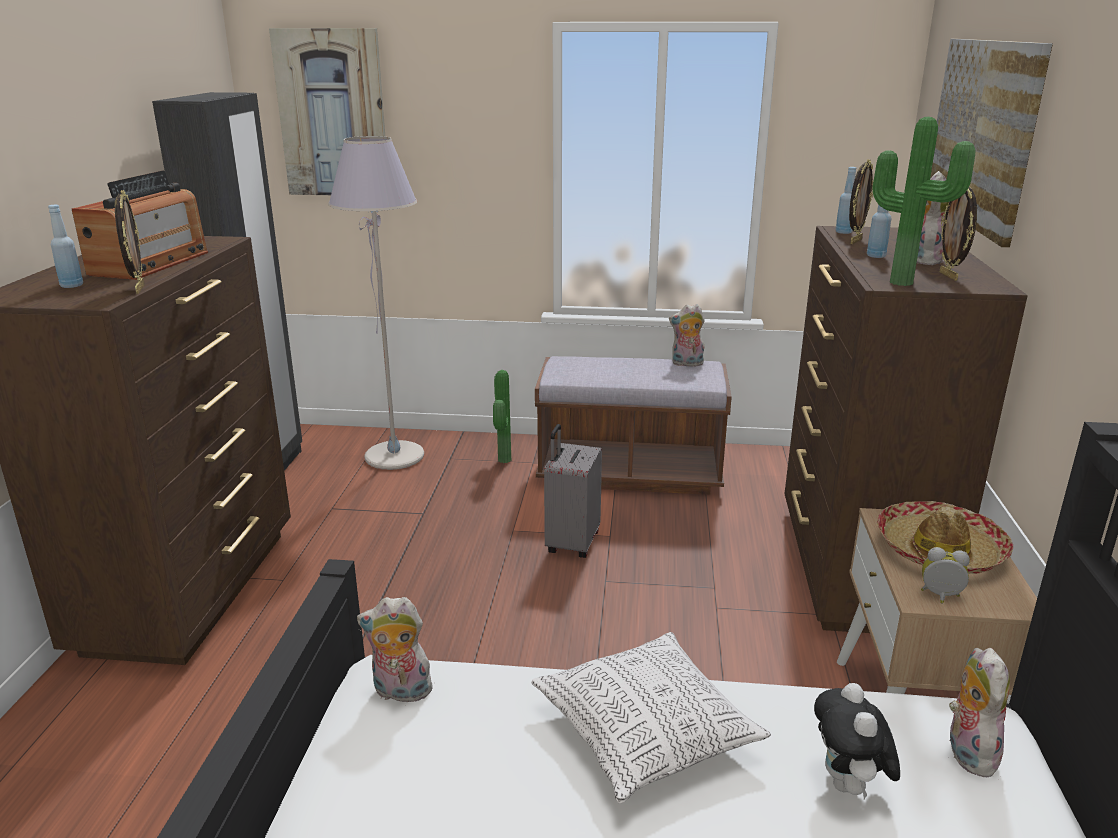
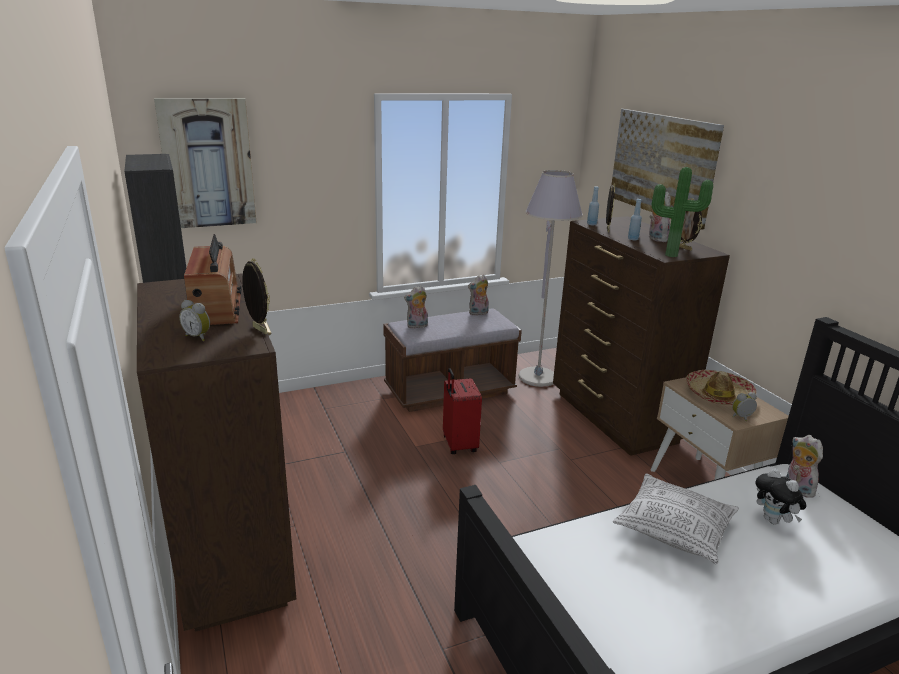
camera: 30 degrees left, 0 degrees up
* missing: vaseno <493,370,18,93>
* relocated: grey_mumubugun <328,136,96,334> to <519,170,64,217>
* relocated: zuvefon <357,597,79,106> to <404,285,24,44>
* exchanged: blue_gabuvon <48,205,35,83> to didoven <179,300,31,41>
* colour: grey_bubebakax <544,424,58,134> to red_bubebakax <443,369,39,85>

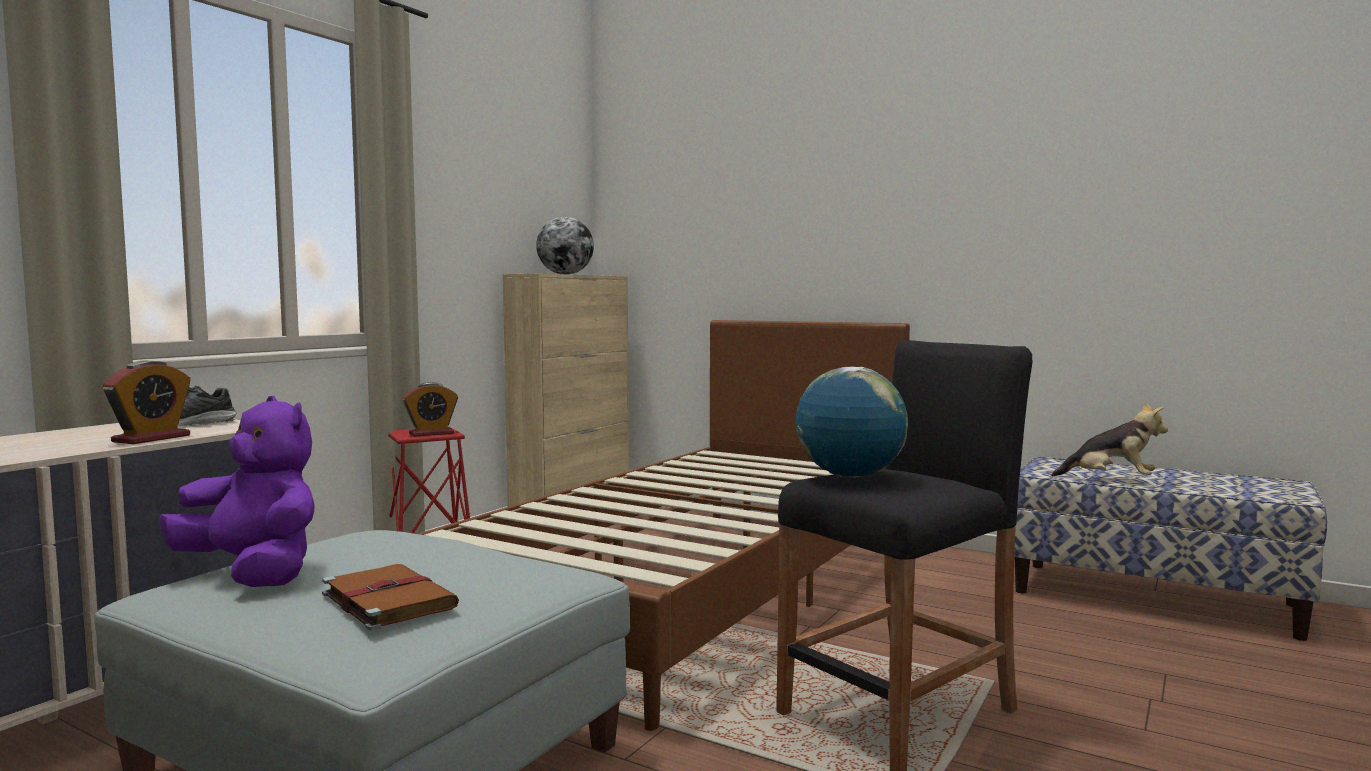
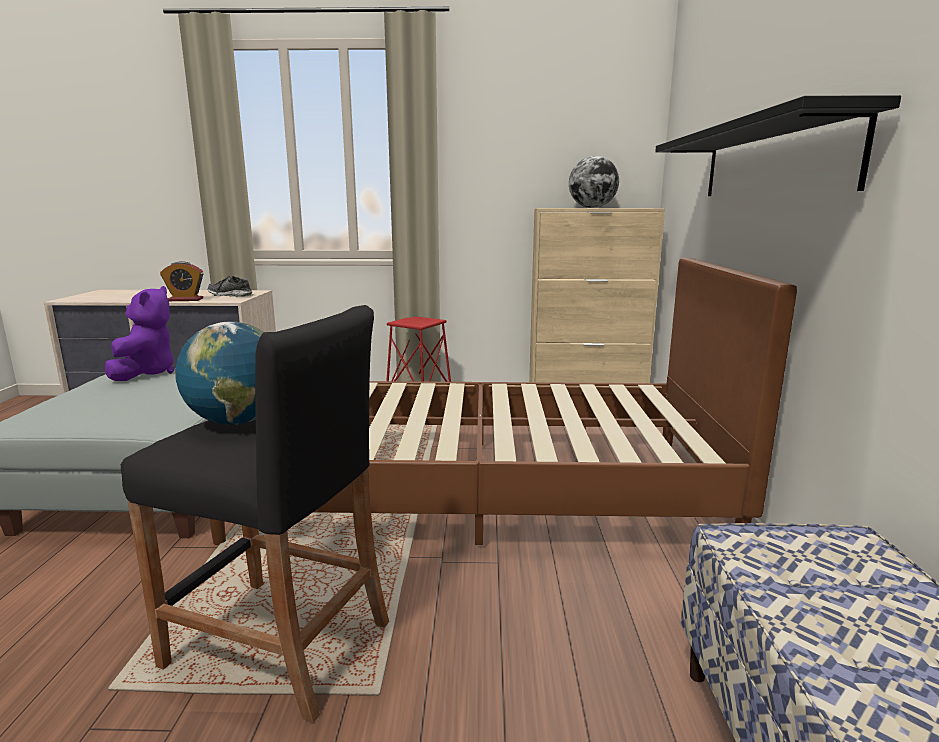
camera: 60 degrees right, 10 degrees up
* missing: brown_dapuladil <322,564,137,67>
* missing: didoven <402,382,56,55>
* missing: zuvefon <1051,402,117,74>
* appeared: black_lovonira <655,95,246,101>

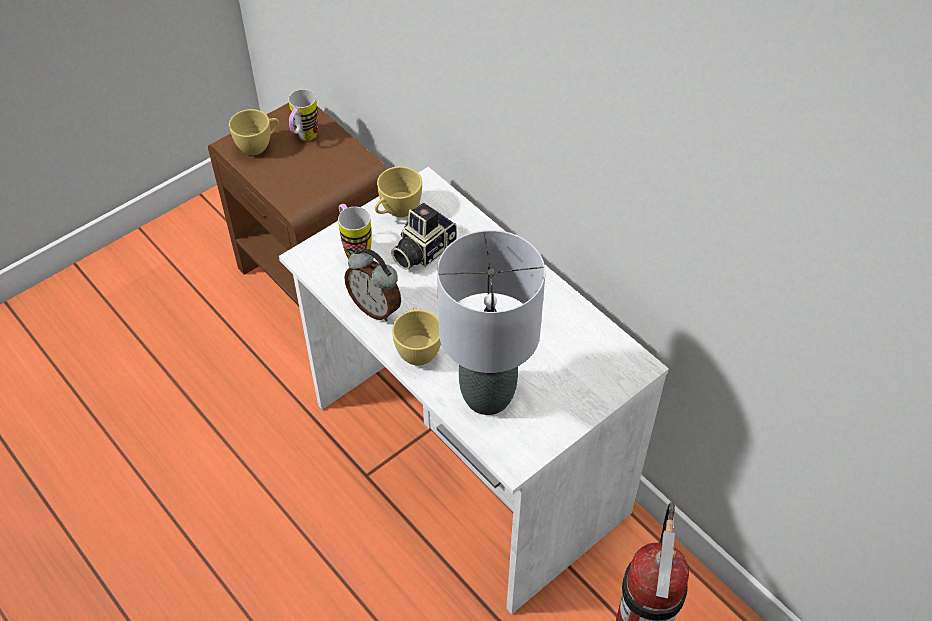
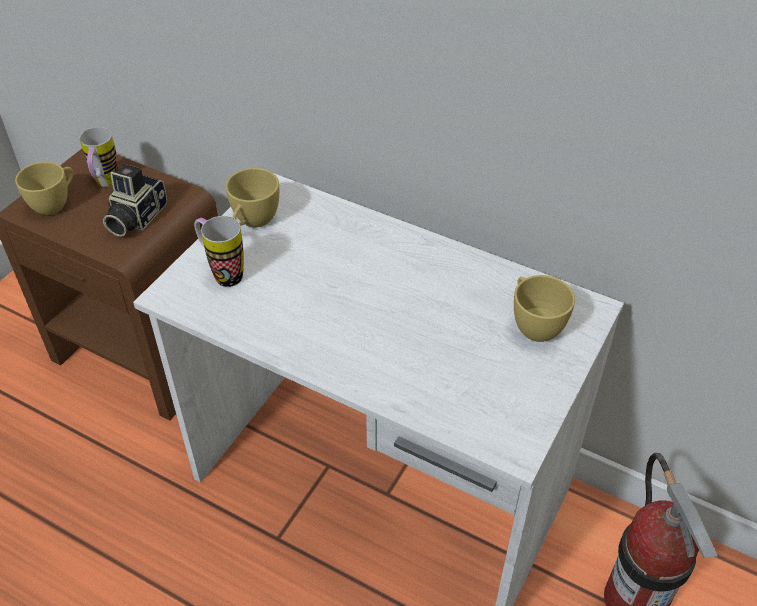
camera: 20 degrees left, 5 degrees down
* missing: didoven <344,249,57,72>
* missing: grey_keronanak <437,230,109,185>
* relocated: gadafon <391,203,66,67> to <103,164,64,73>
* relocated: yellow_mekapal <392,307,49,58> to <514,275,61,67>

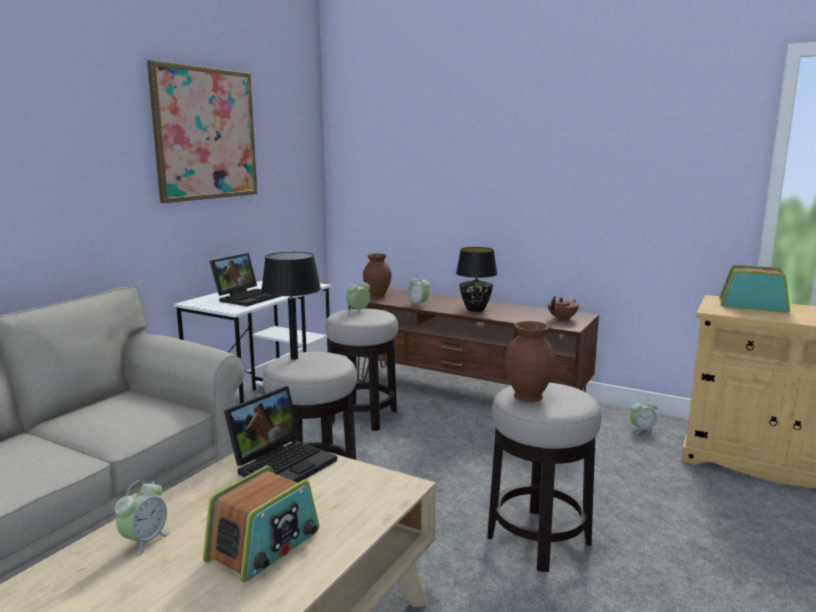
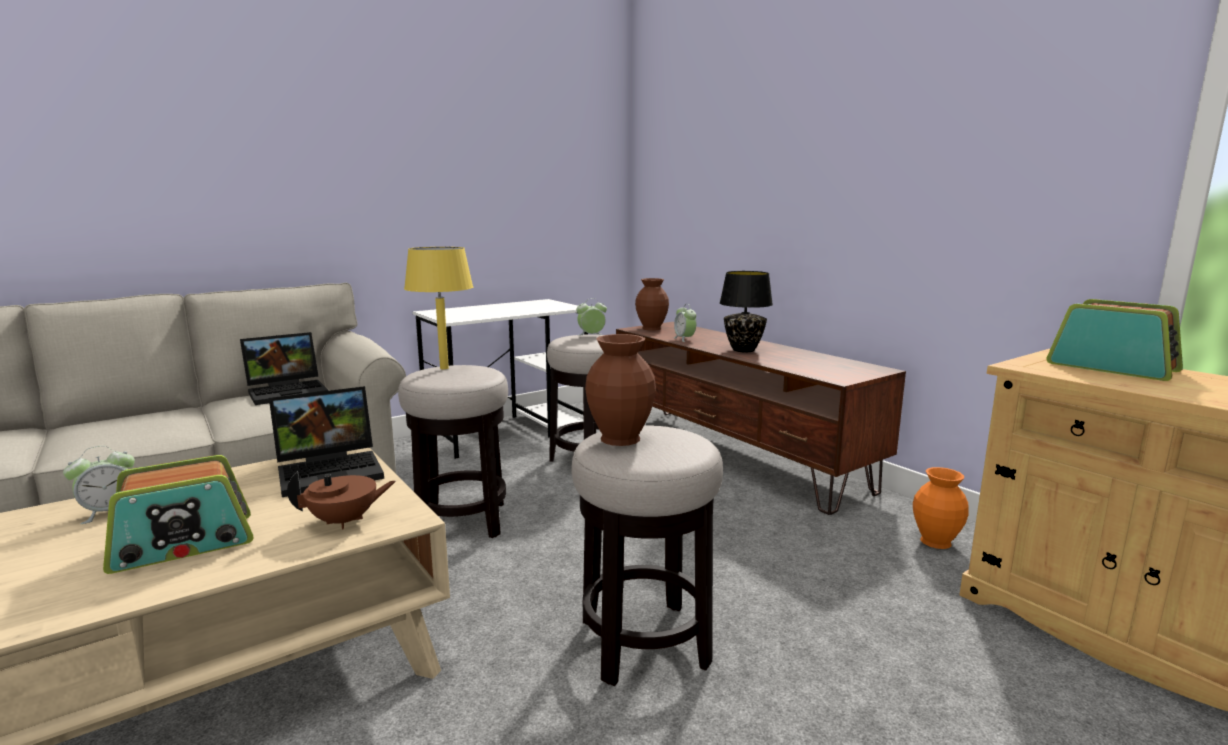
camera: 25 degrees right, 0 degrees up
* missing: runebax <147,60,110,143>
* relocated: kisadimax <210,253,71,53> to <240,332,88,73>
* relocated: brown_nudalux <548,296,31,25> to <287,471,109,59>
* exchanged: didoven <630,398,27,36> to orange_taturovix <913,467,56,82>
* colour: black_keronanak <261,252,60,108> to yellow_keronanak <404,247,69,122>

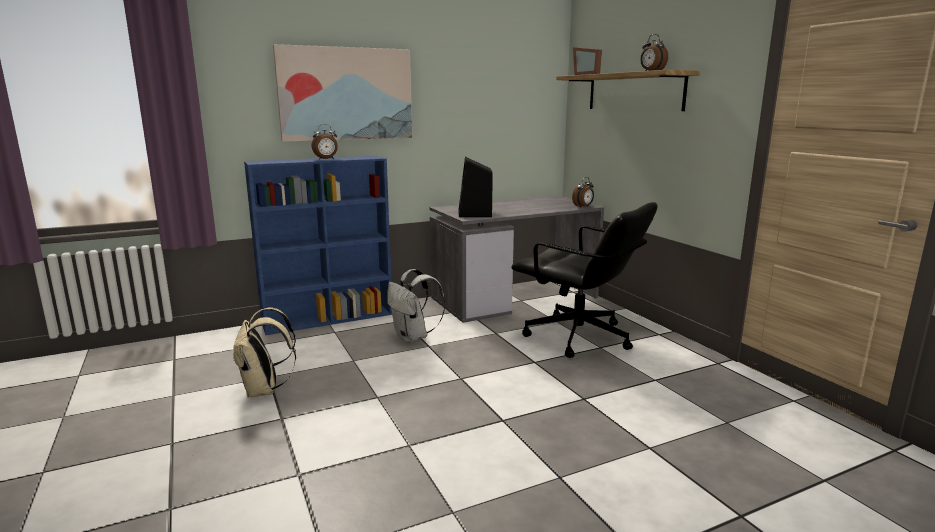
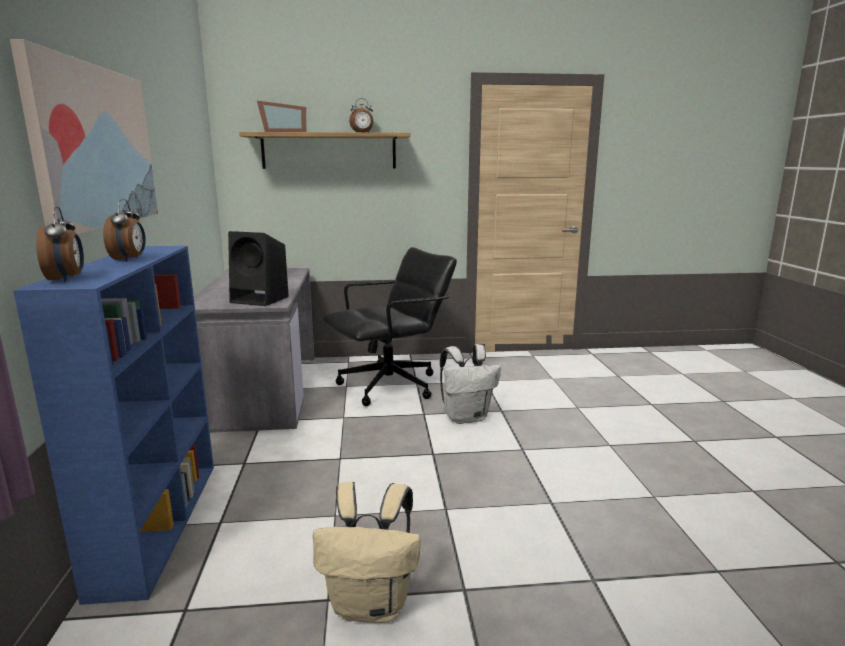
camera: 70 degrees left, 0 degrees up
* relocated: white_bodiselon <387,269,58,73> to <440,344,61,80>
* relocated: didoven <572,177,22,31> to <36,207,48,75>

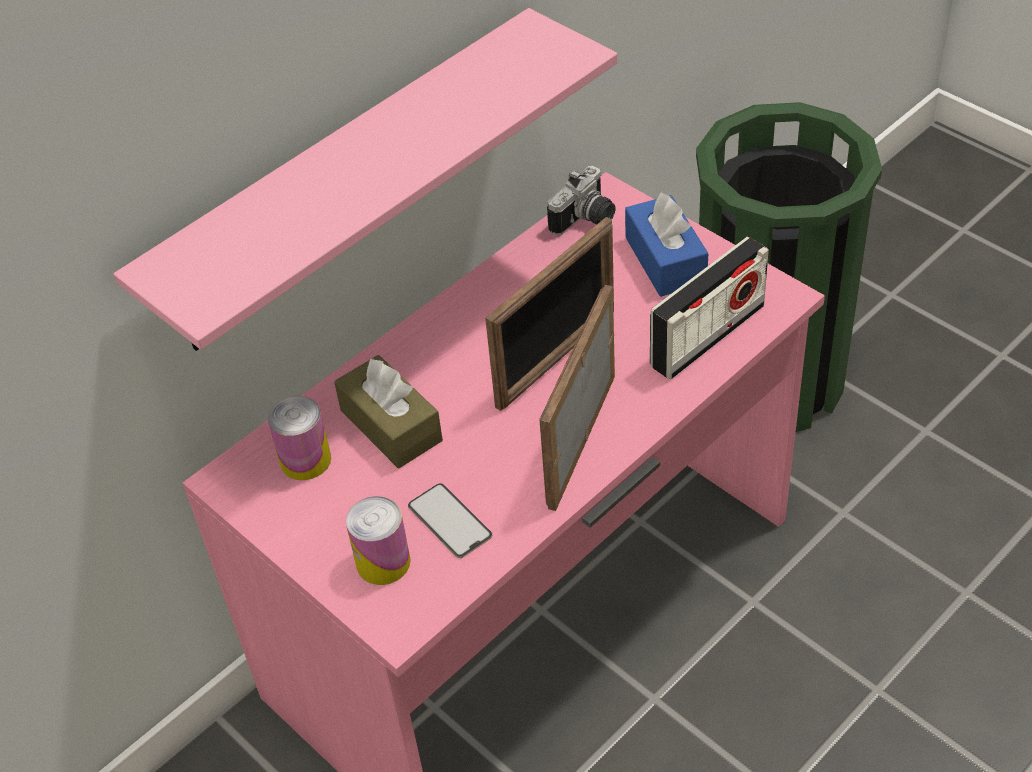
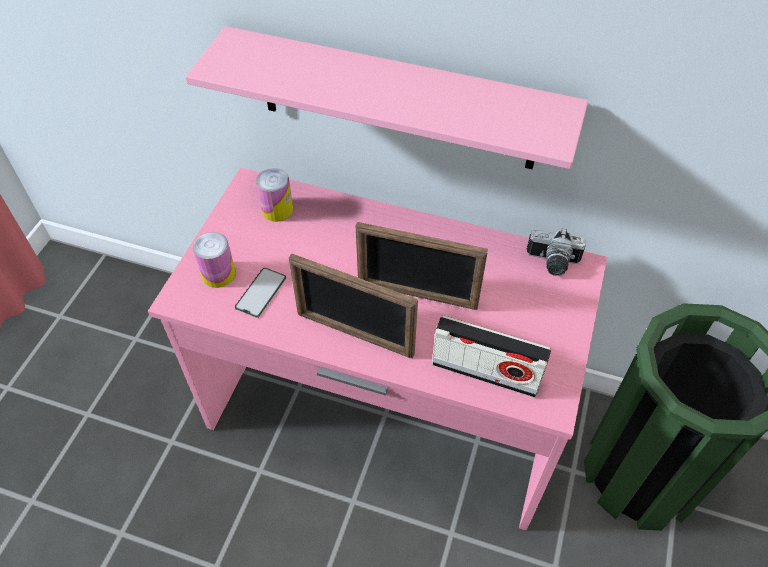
camera: 60 degrees right, 5 degrees up
* missing: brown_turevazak <334,355,109,113>
* missing: blue_turevazak <625,193,83,104>
* spun: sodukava <539,285,76,226> = <289,253,129,105> 150 degrees counterclockwise

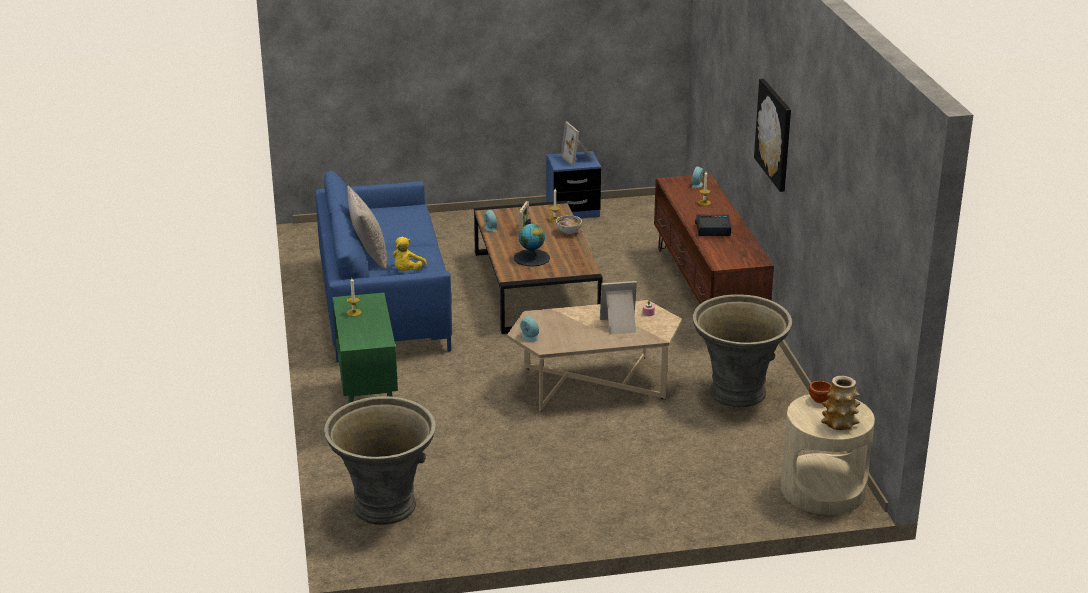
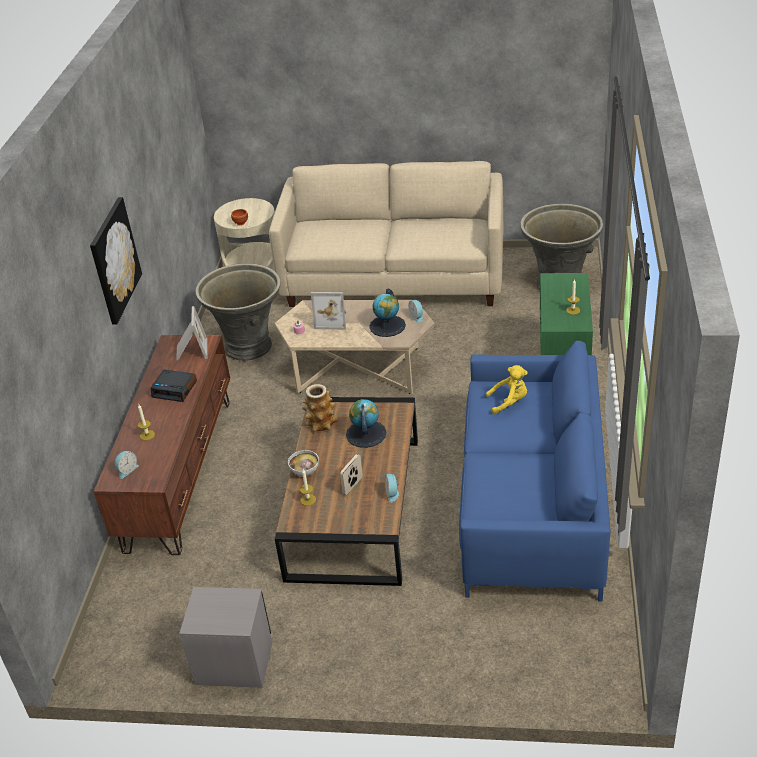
camera: 160 degrees left, 10 degrees up
* missing: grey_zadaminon <347,186,40,83>
* appeared: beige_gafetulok <269,161,234,146>
* appeared: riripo <369,289,37,48>
* relocated: sodukava <561,122,34,44> to <176,306,31,54>
* relocated: taturovix <821,376,40,54> to <302,384,36,48>
* colour: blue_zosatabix <546,151,55,67> to grey_zosatabix <179,587,93,101>
* spun: yellow_zuvefon <393,237,34,34> = <486,365,42,49> 45 degrees clockwise

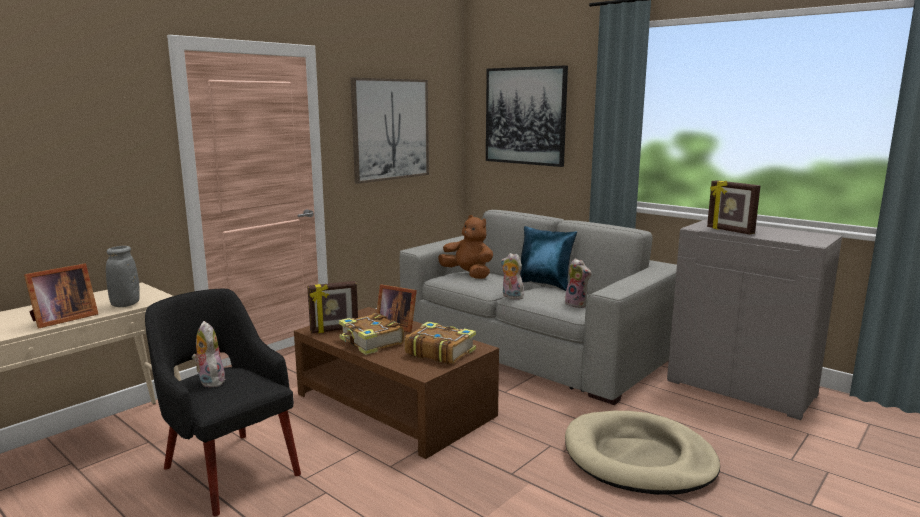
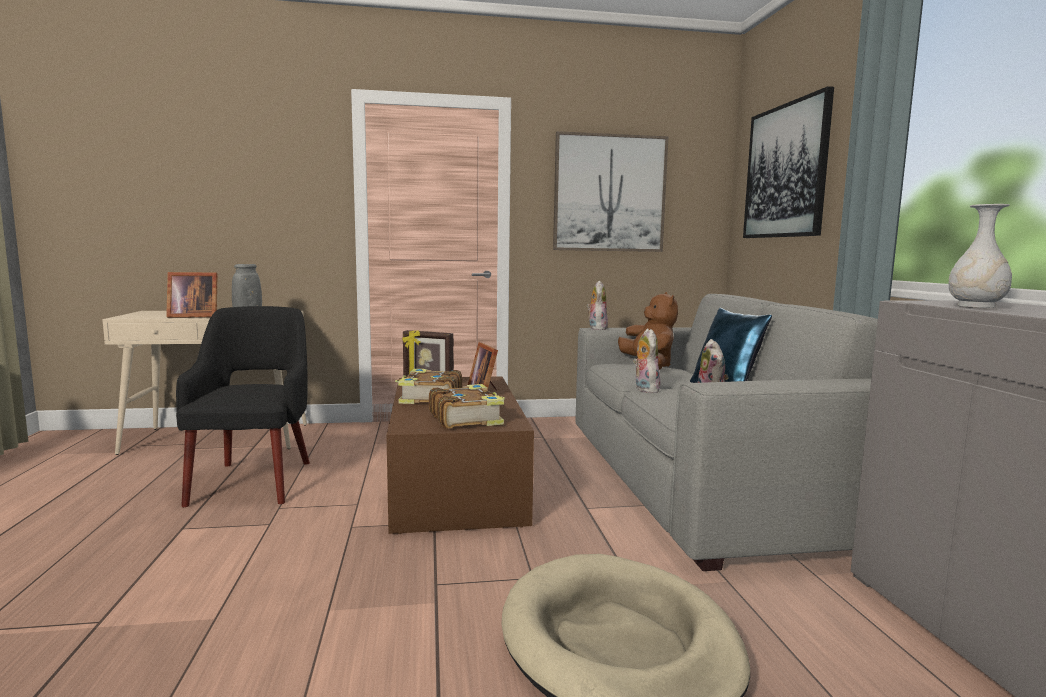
camera: 40 degrees right, 5 degrees down
* relocated: zuvefon <192,321,33,67> to <587,281,21,49>
* exchanged: sodukava <707,180,54,55> to white_taturovix <948,204,64,104>

